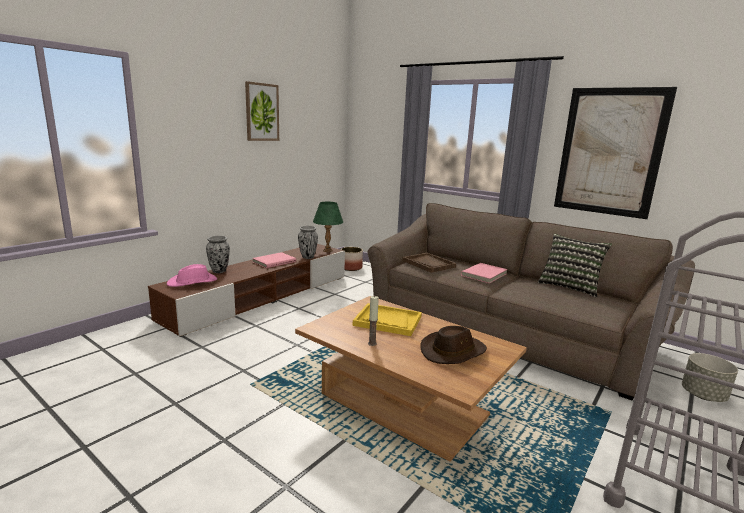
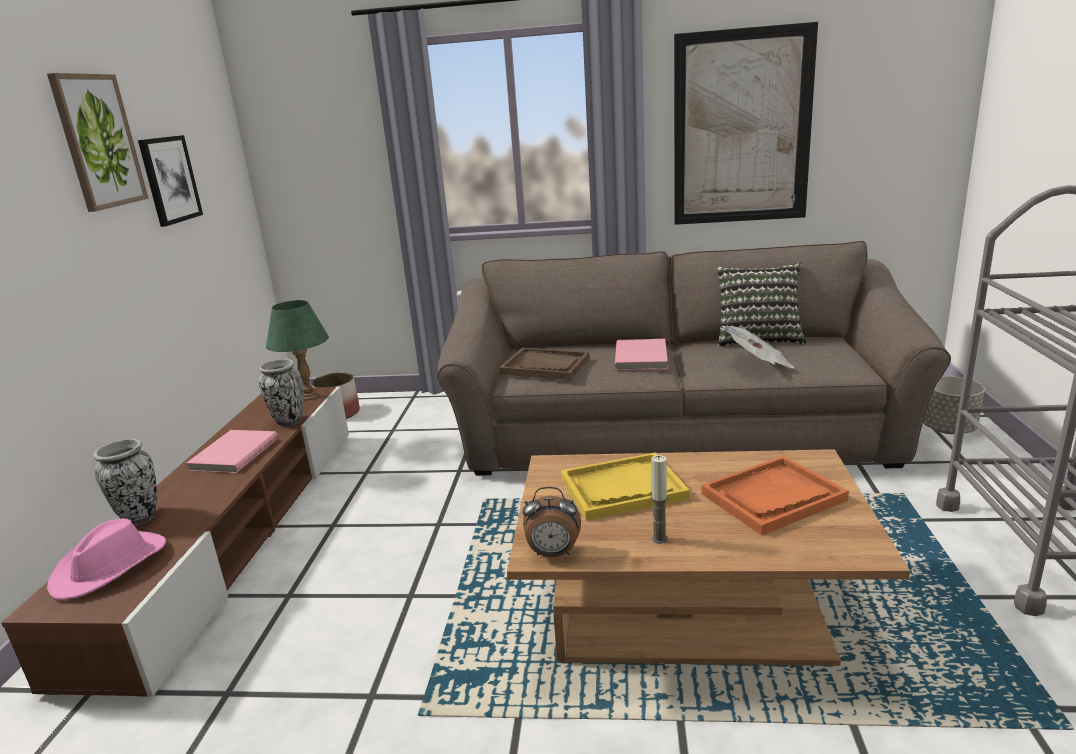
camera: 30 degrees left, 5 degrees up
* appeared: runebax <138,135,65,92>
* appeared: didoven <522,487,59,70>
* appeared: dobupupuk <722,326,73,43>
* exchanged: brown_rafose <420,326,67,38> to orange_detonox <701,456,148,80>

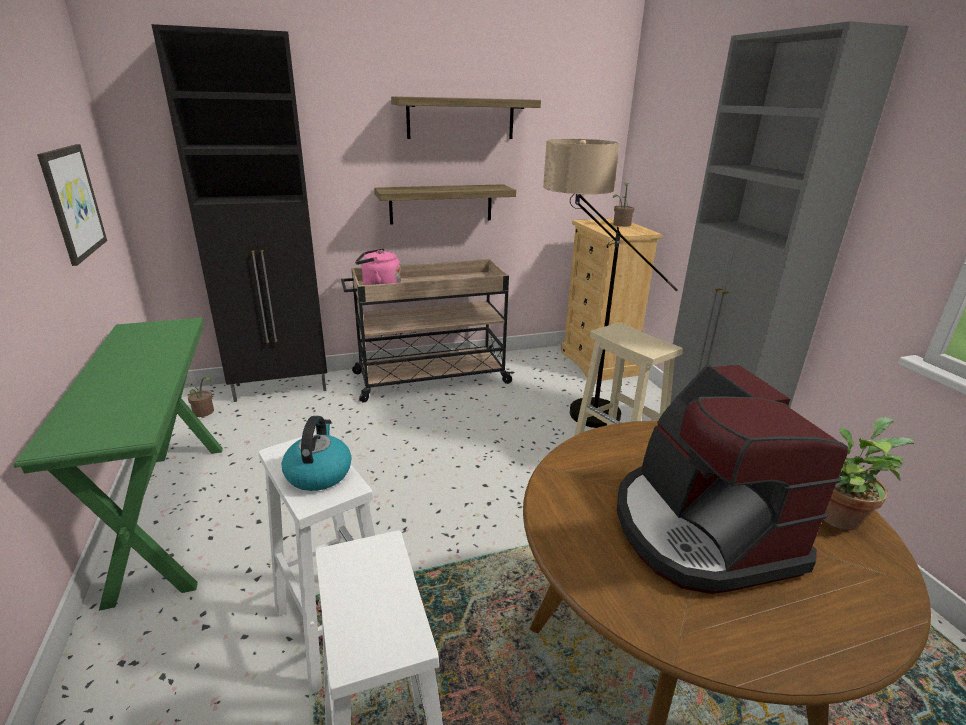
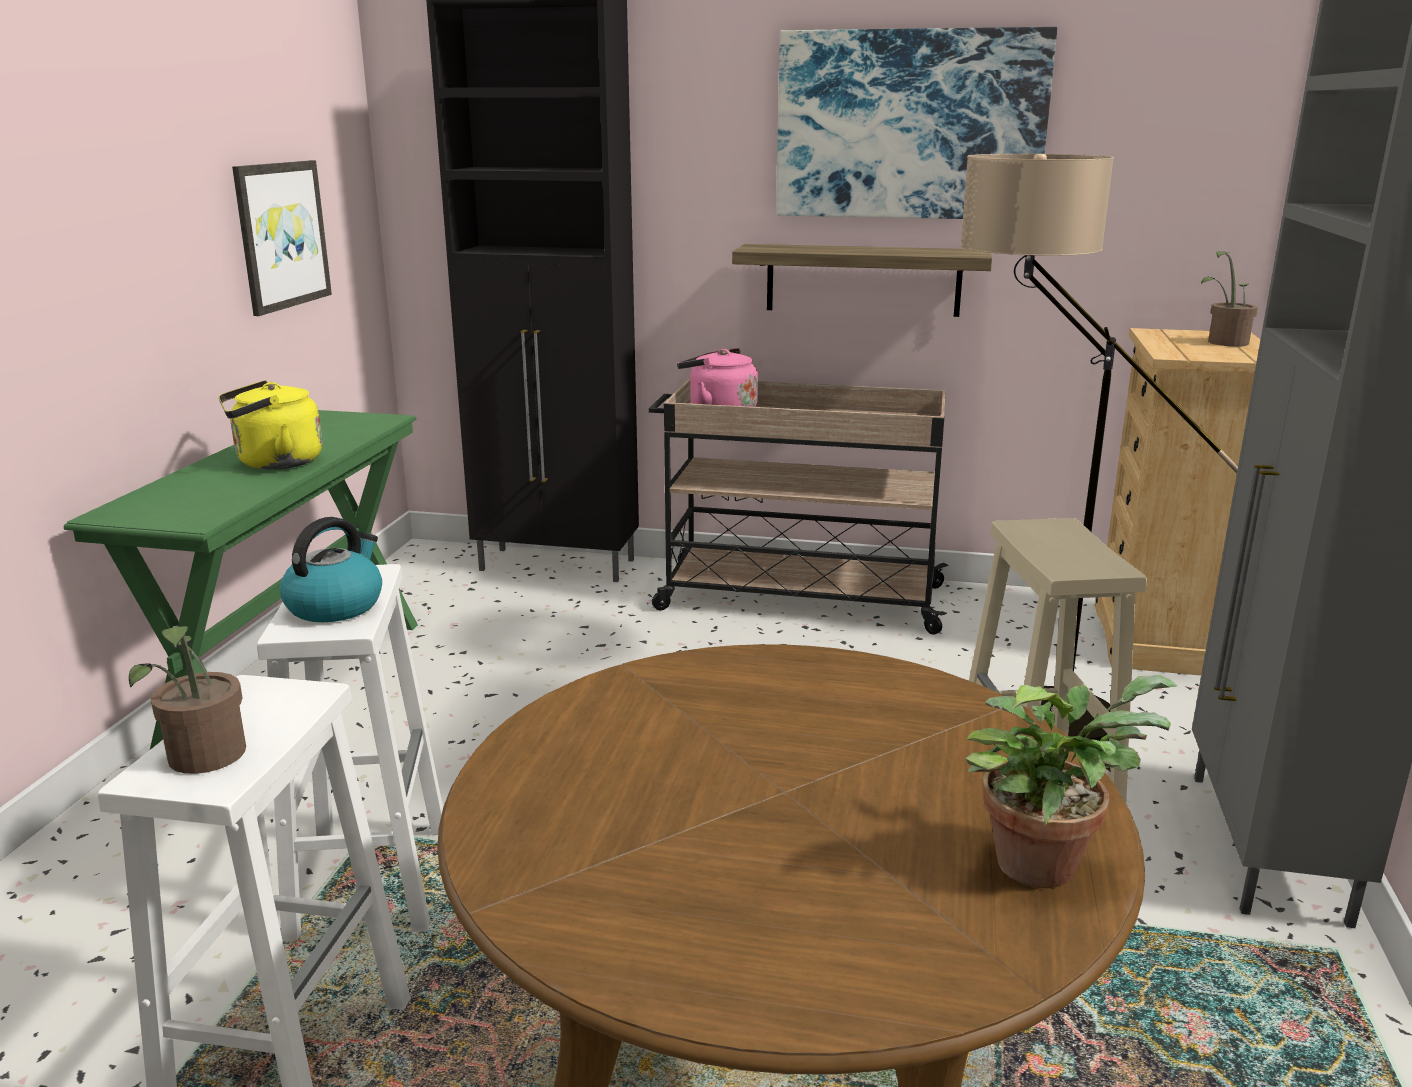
camera: 30 degrees right, 5 degrees down
* missing: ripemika <617,365,231,229>
* appeared: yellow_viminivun <219,380,103,90>
* relocated: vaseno <186,376,28,41> to <129,626,117,148>
* exchanged: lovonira <391,96,150,43> to runebax <776,27,281,192>

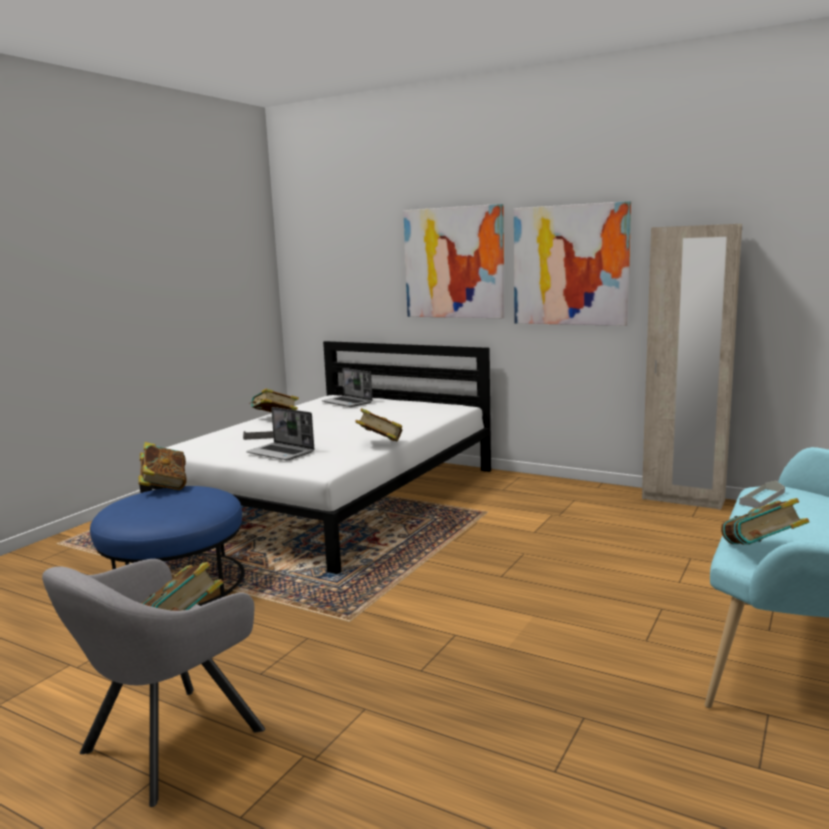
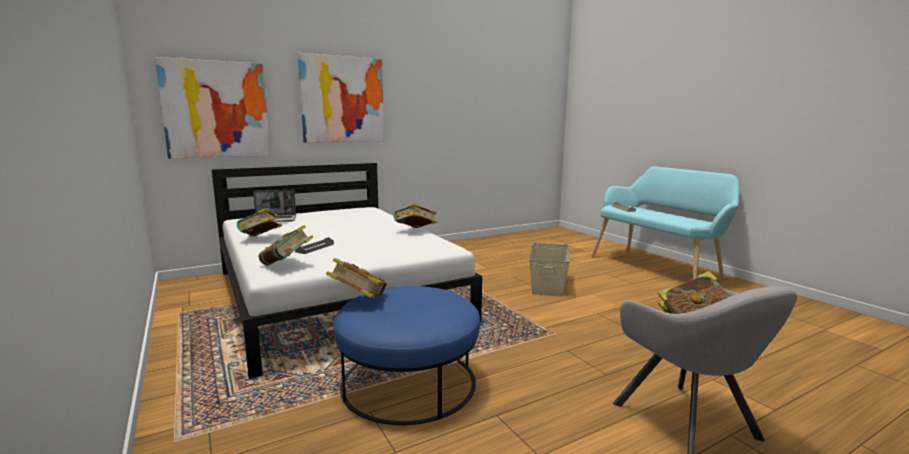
camera: 60 degrees left, 0 degrees up
* missing: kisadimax <246,407,68,53>
* missing: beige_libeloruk <642,224,100,286>
* appeared: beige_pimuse <529,243,41,54>
* relocated: runebax <514,201,117,125> to <155,57,115,102>
* relocated: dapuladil <721,498,89,47> to <258,225,55,41>

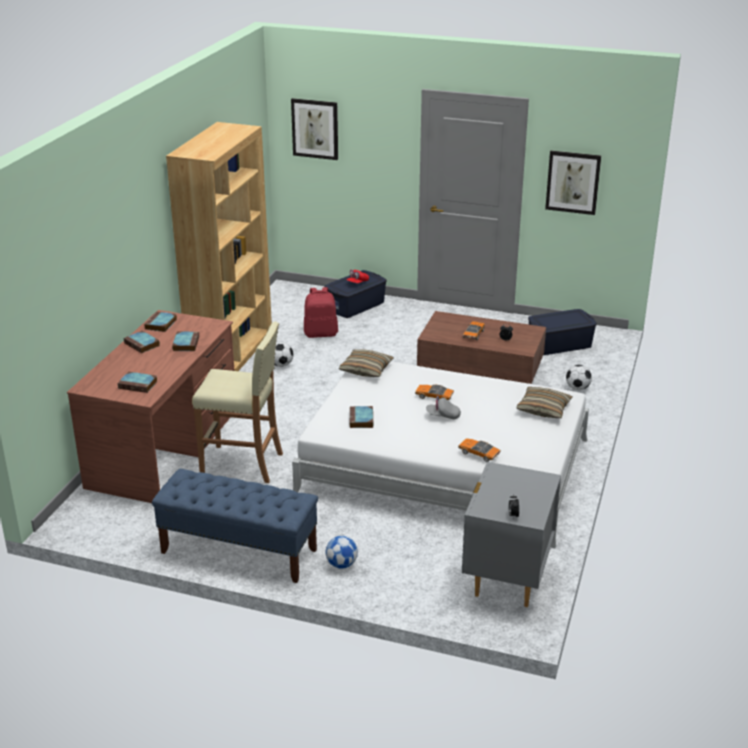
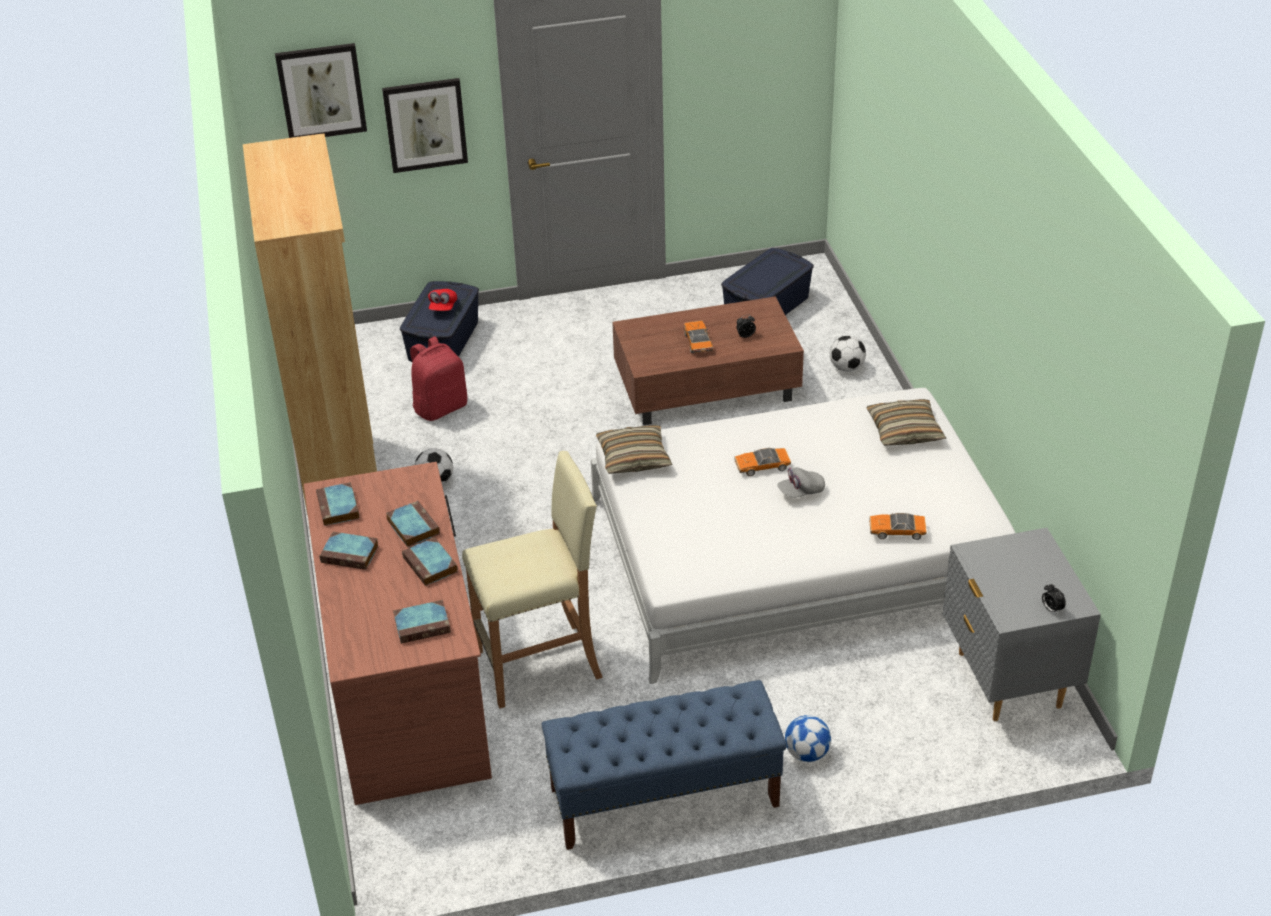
camera: 30 degrees left, 10 degrees up
* relocated: dapuladil <350,406,23,22> to <402,537,56,49>
* relocated: runebax <545,151,56,64> to <382,78,86,95>

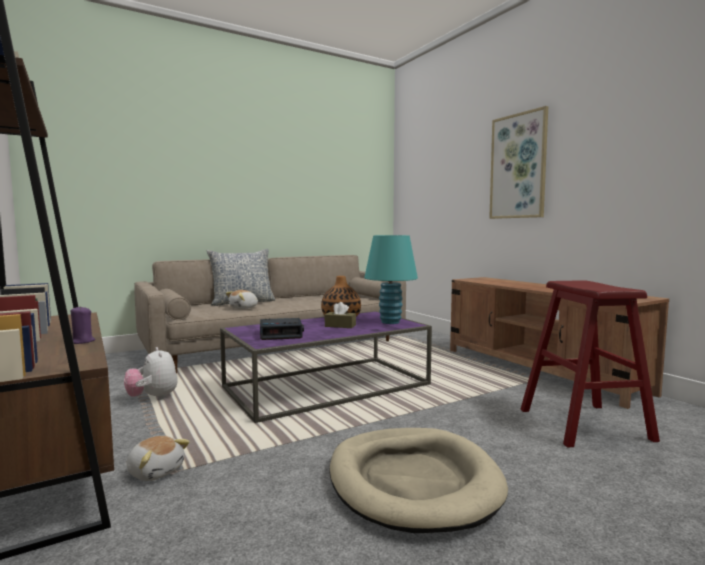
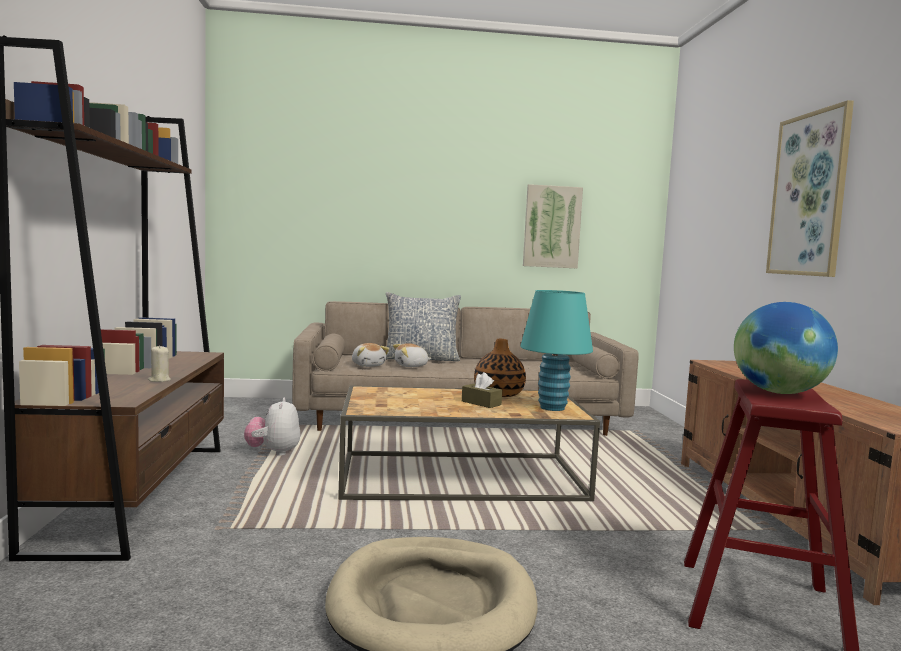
camera: 25 degrees right, 0 degrees up
* missing: didoven <260,318,44,22>
* appeared: runebax <523,184,60,84>
* appeared: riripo <734,302,104,92>
* relocated: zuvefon <127,436,63,45> to <352,343,37,24>
* colour: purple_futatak <70,306,25,38> to beige_futatak <148,345,23,37>
* colour: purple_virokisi <220,311,212,112> to brown_virokisi <338,386,262,116>

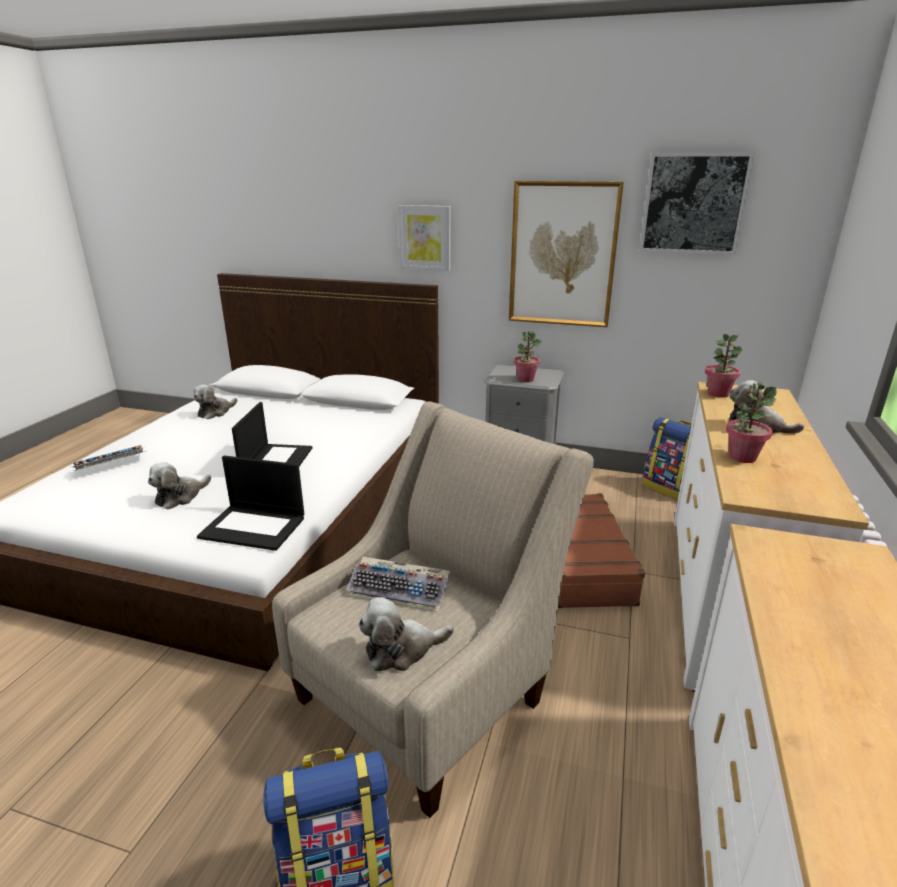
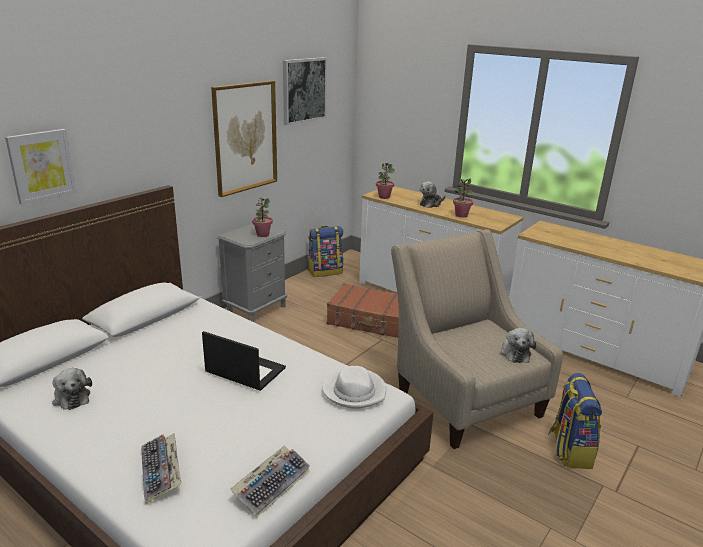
camera: 70 degrees left, 0 degrees up
* missing: zuvefon <148,462,63,47>
* relocated: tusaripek <346,557,104,55> to <230,446,80,72>
* relocated: runebax <398,205,52,66> to <5,129,72,75>
* exchanged: kisadimax <197,456,107,95> to white_rafose <322,366,64,43>

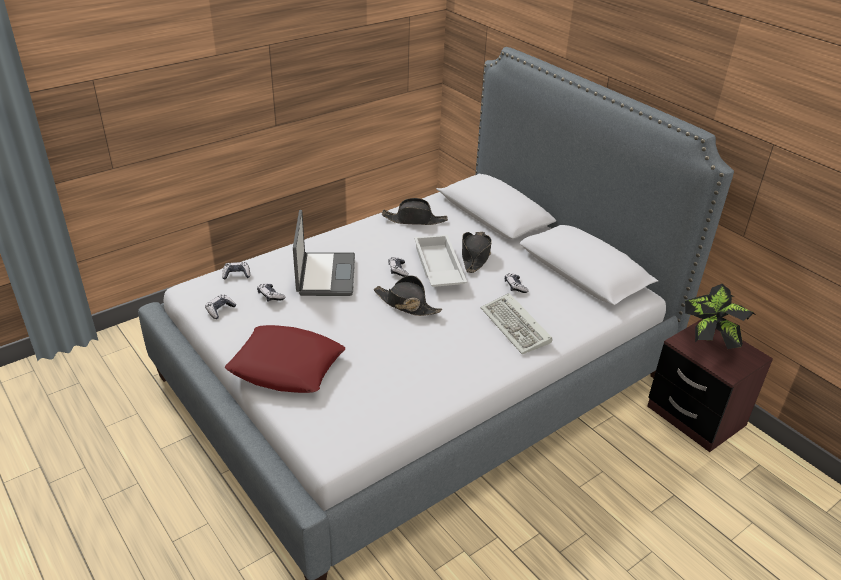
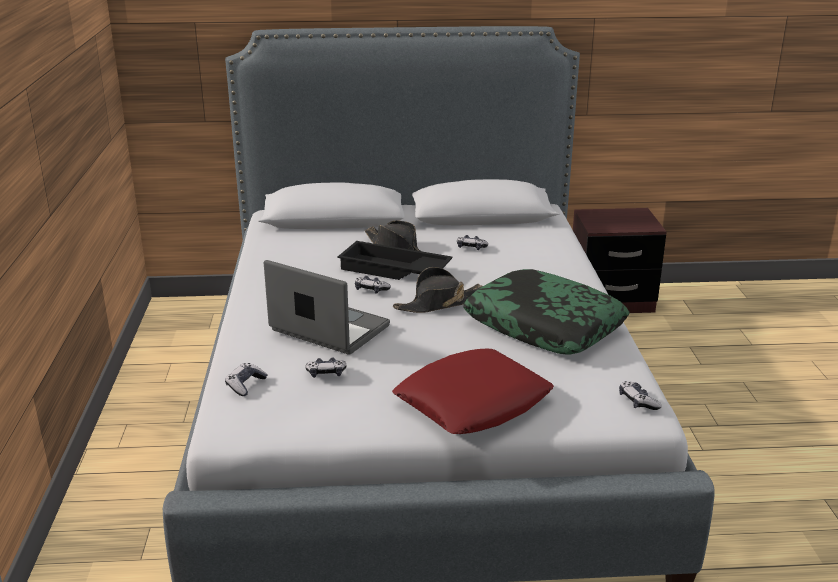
camera: 55 degrees left, 10 degrees down
* missing: black_rafose <382,198,66,27>
* missing: tusaripek <480,293,72,61>
* missing: vaseno <685,284,70,65>
* appeared: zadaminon <463,269,167,86>
* relocated: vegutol <205,295,32,24> to <619,381,43,29>
* colour: white_detonox <414,235,53,52> to black_detonox <337,241,116,39>

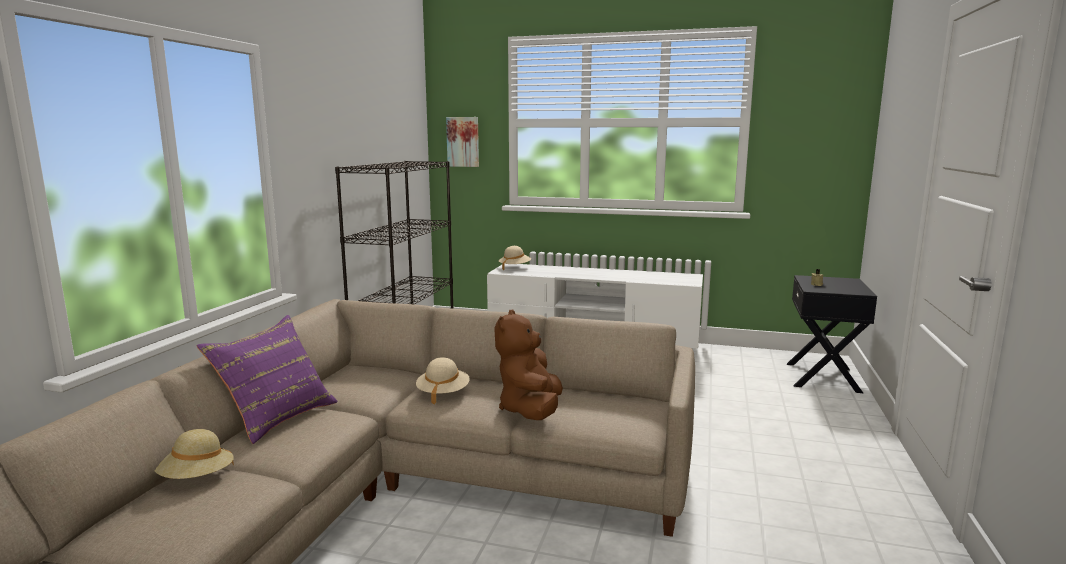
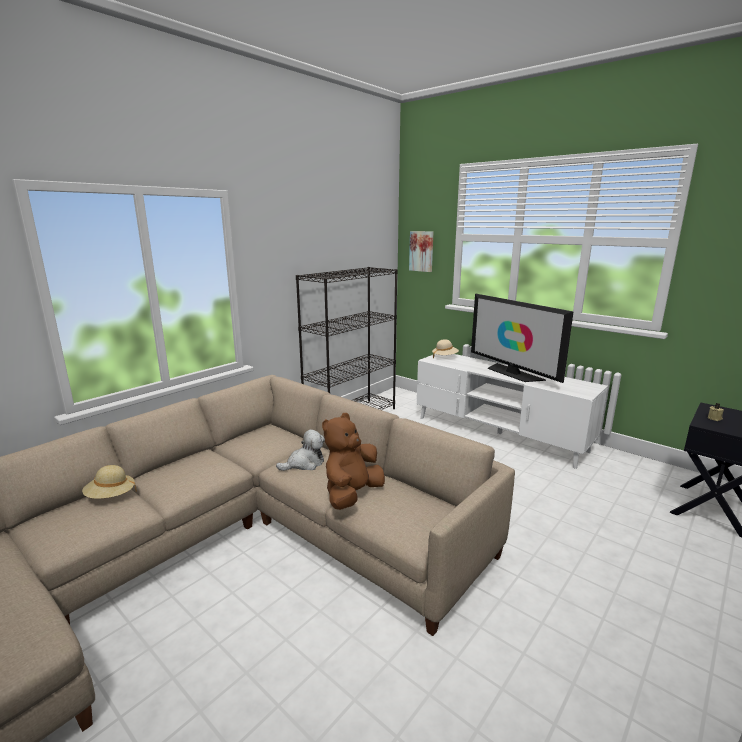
camera: 25 degrees right, 5 degrees up
* missing: purple_zadaminon <197,315,141,129>
* appeared: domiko <471,294,103,89>
* exchanged: beige_rafose <416,357,54,48> to zuvefon <276,429,49,42>

